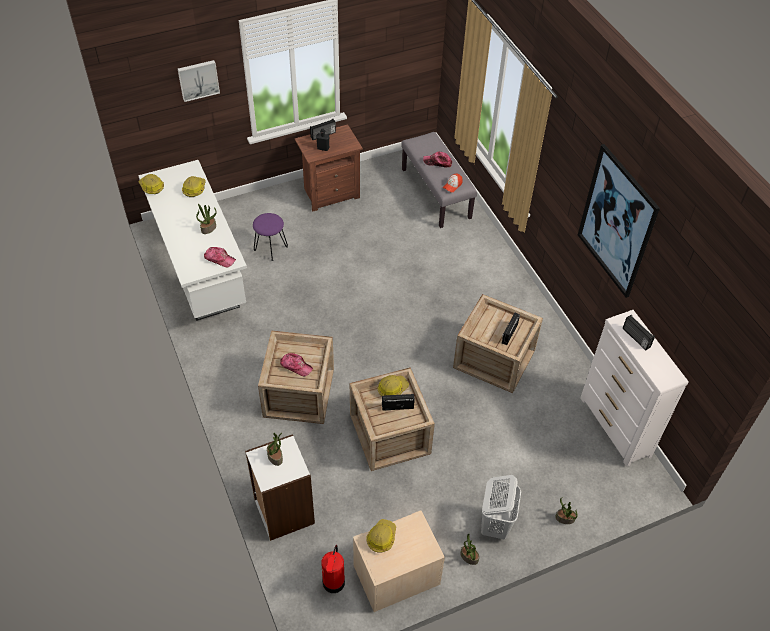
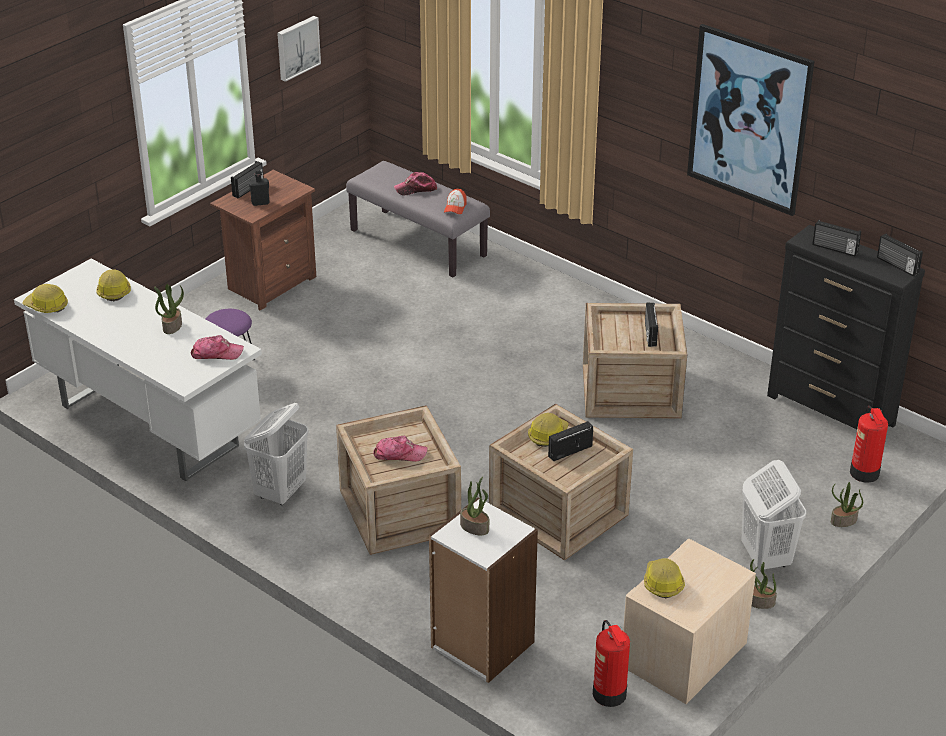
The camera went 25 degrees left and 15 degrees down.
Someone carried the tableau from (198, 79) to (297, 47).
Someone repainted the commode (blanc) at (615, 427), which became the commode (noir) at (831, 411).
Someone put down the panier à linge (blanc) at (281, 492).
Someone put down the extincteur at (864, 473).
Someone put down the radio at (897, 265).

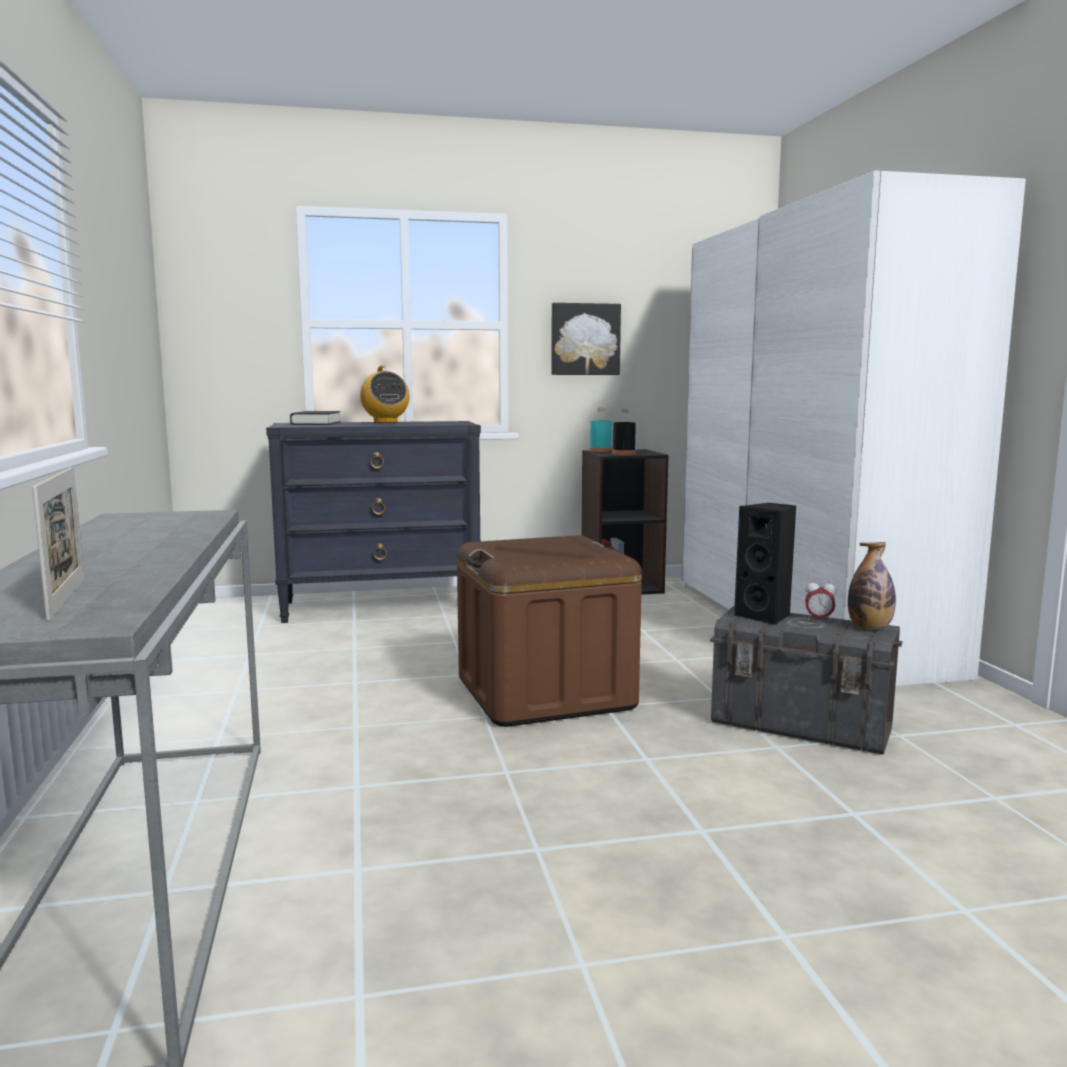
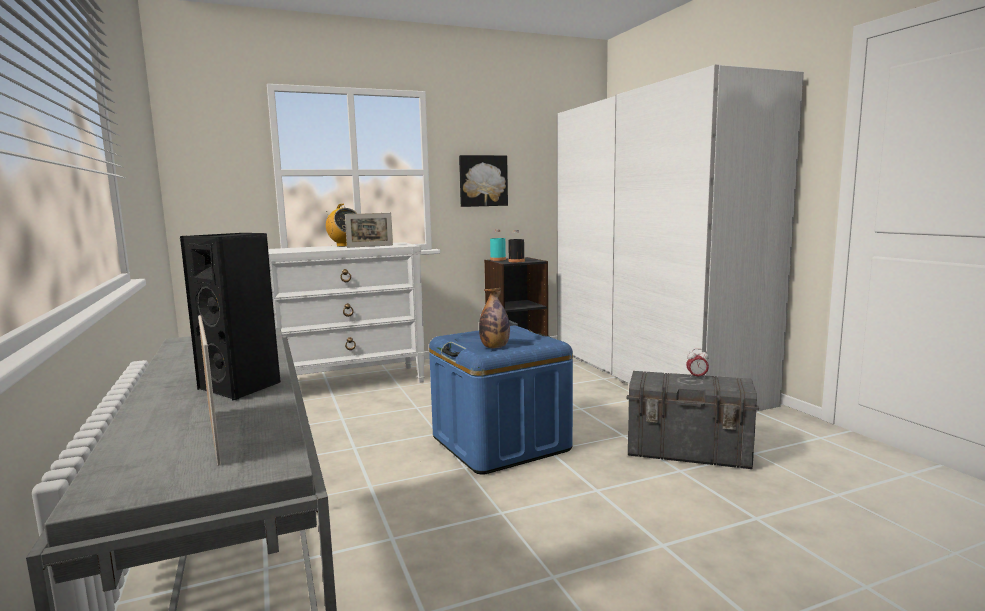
The camera went 10 degrees left and 0 degrees up.
Someone repainted the commode (noir) at (381, 606), which became the commode (blanc) at (349, 383).
Someone took away the livre (noir) at (316, 423).
Someone repainted the boîte de rangement (marron) at (545, 693), which became the boîte de rangement (bleu) at (500, 443).
Someone carried the enceinte (noir) from (765, 616) to (242, 387).
Someone carried the bouteille from (869, 628) to (495, 347).
Someone put down the cadre photo at (370, 246).

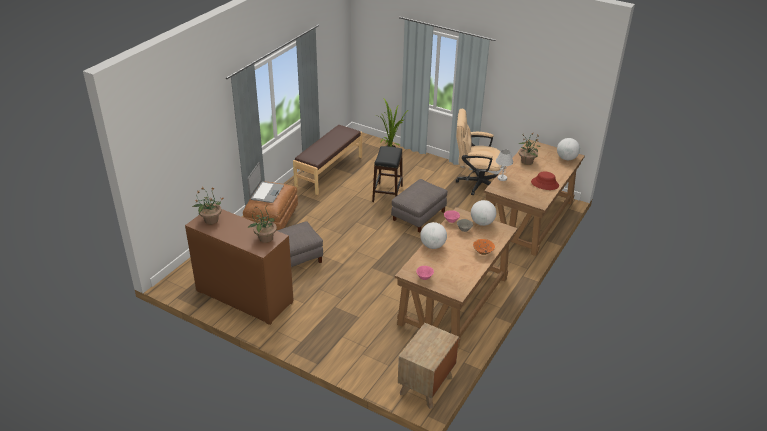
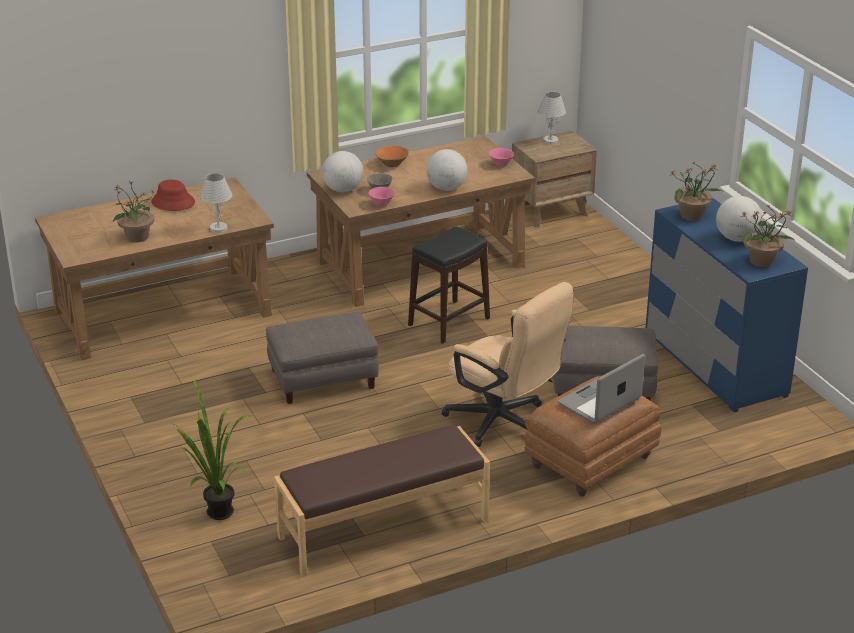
The camera went 145 degrees left and 5 degrees down.
Someone repainted the commode (marron) at (244, 297), which became the commode (bleu) at (715, 364).
Someone carried the tabouret (noir) from (387, 194) to (449, 322).
Someone carried the chaise de bureau (beige) from (475, 183) to (504, 423).
Someone carried the globe from (566, 158) to (736, 238).
Someone put down the lampe de table (blanc) at (550, 141).

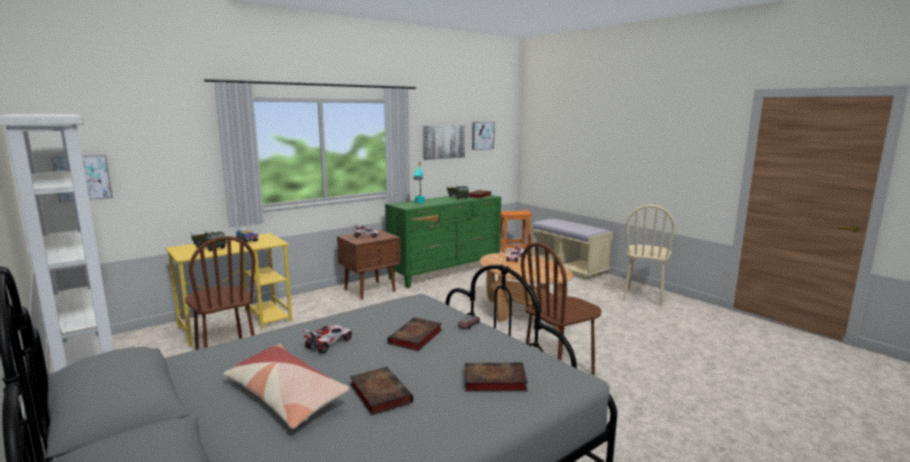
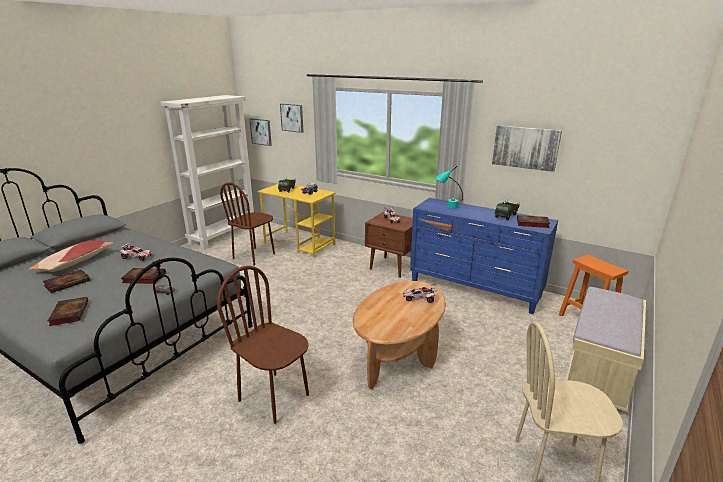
The camera went 70 degrees right and 10 degrees up.
Someone repainted the commode (vert) at (446, 272), which became the commode (bleu) at (474, 289).
Someone carried the tableau from (482, 135) to (292, 117).

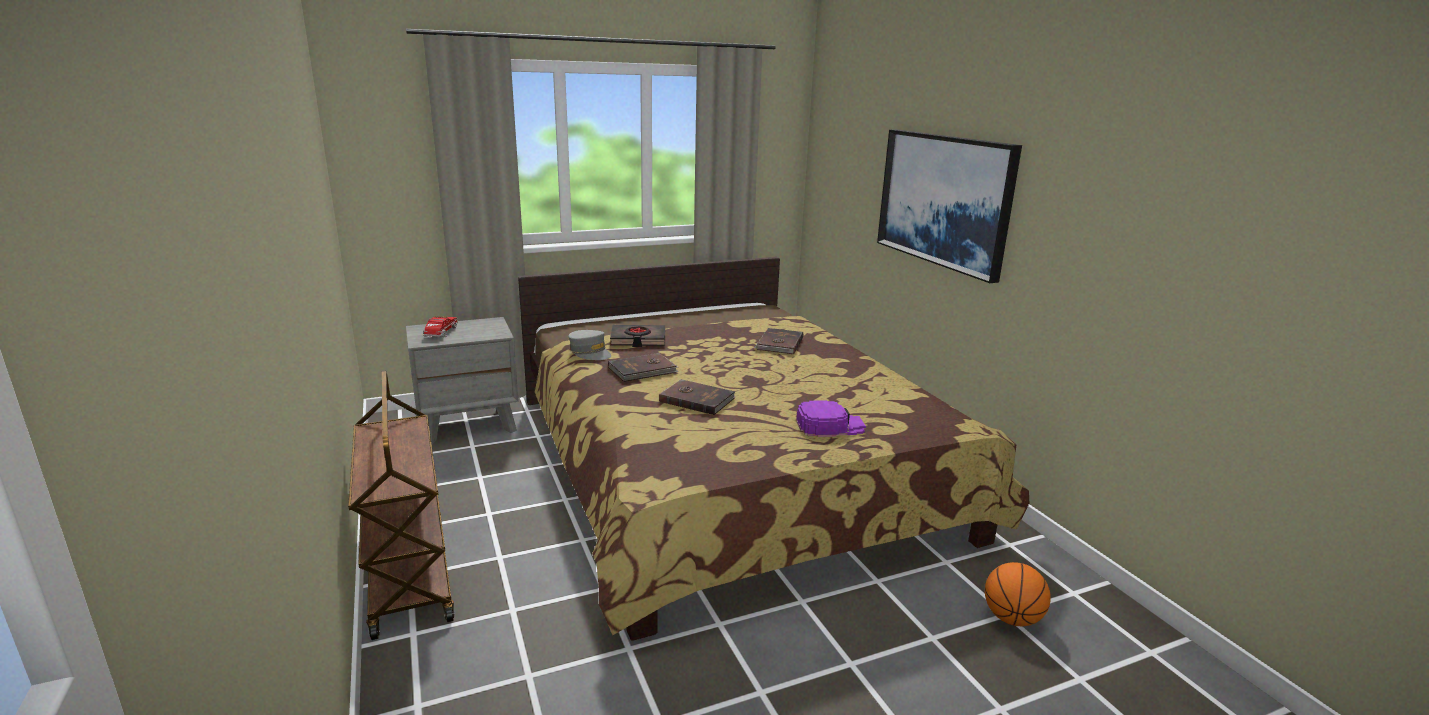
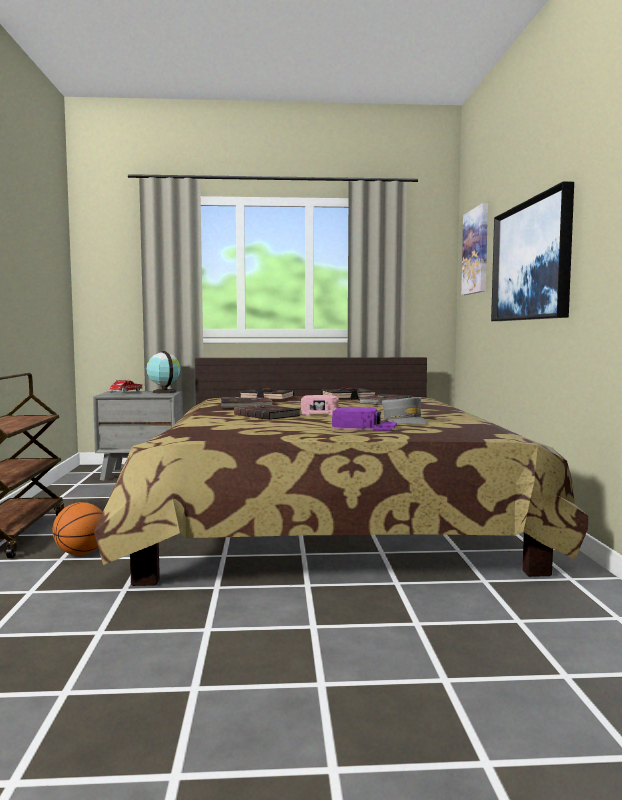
The camera went 20 degrees right and 15 degrees down.
Someone carried the casquette (gris) from (590, 352) to (404, 420).
Someone carried the ballon de basket from (1011, 618) to (81, 553).
Someone put down the globe at (163, 392).
Someone put down the casquette (rose) at (320, 412).
Someone put down the livre (noir) at (348, 398).
Someone put up the tableau at (476, 251).

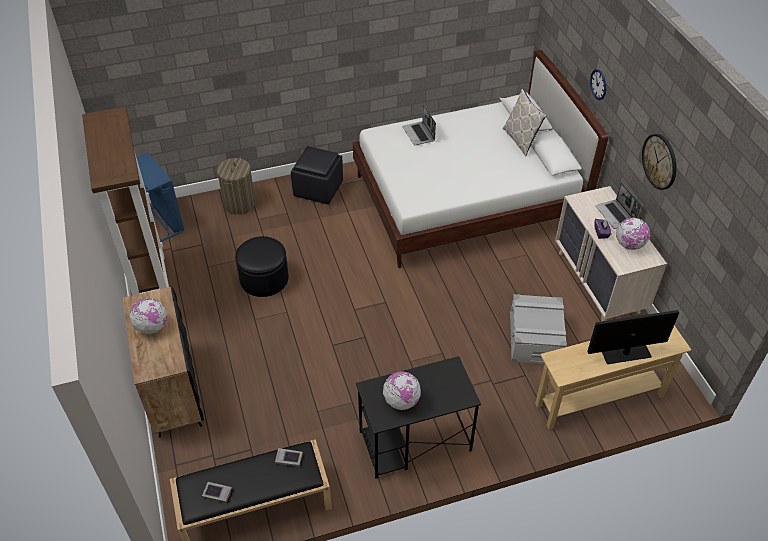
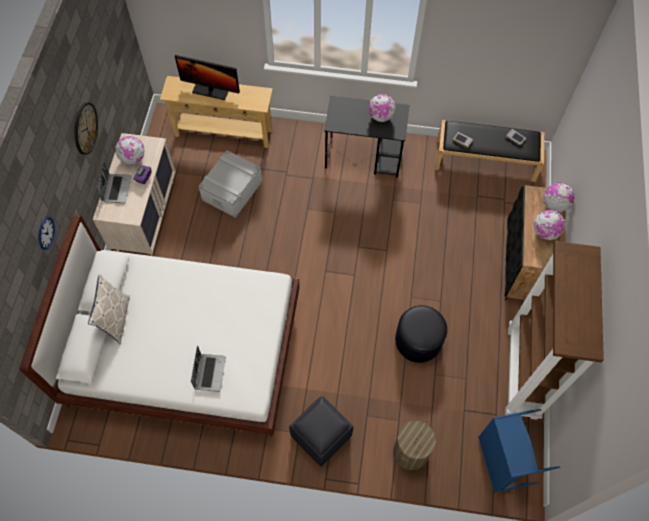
The camera went 155 degrees left and 15 degrees up.
Someone put down the globe at (554, 205).

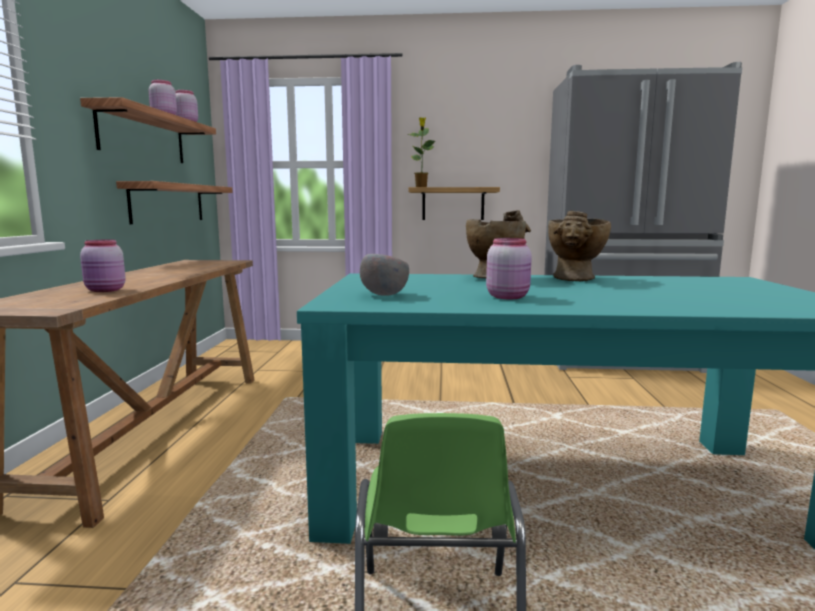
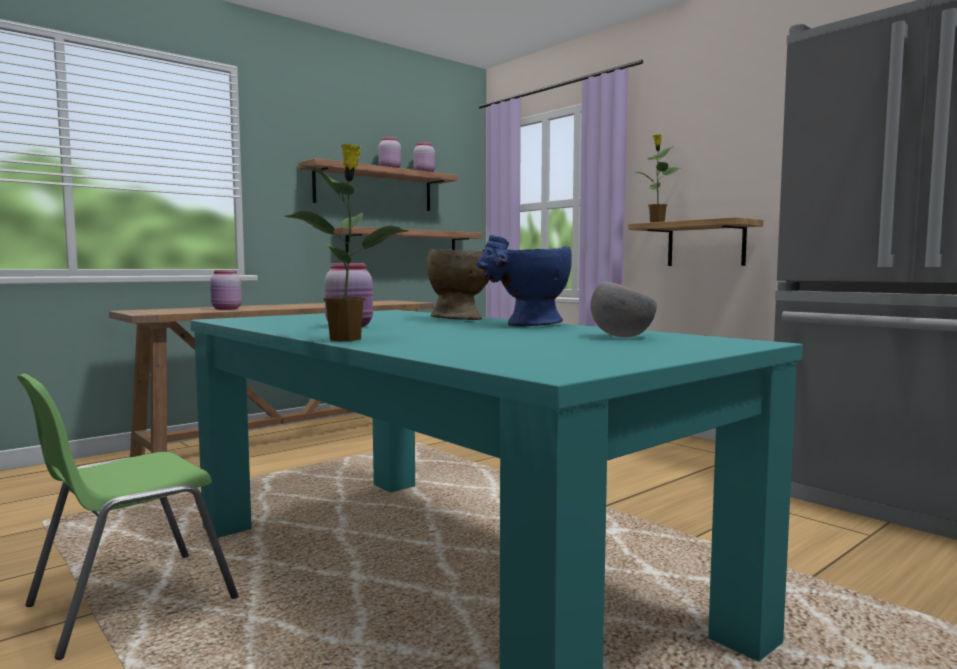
The camera went 45 degrees right and 5 degrees down.
Someone carried the bol (gris) from (383, 295) to (621, 337).
Someone repainted the vase (beige) at (575, 279), which became the vase (bleu) at (526, 325).
Someone put down the plante en pot at (347, 339).

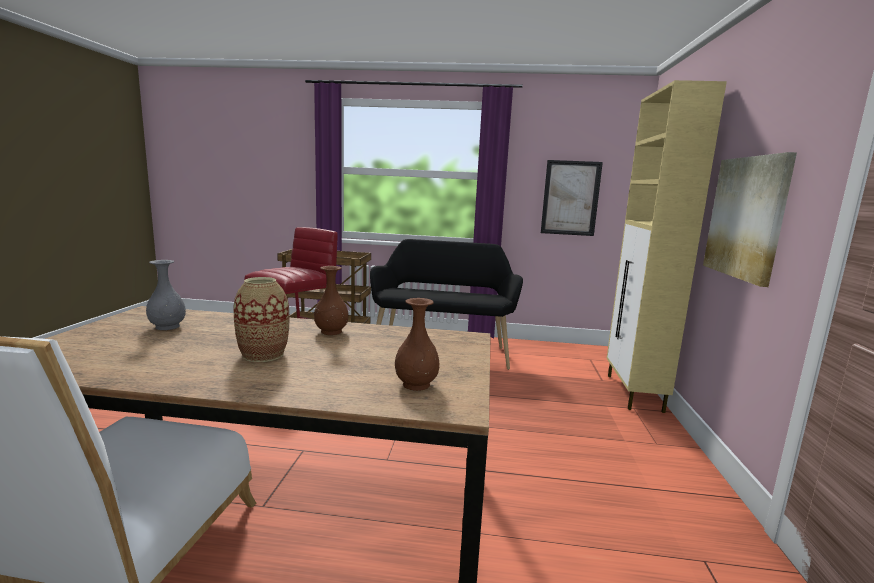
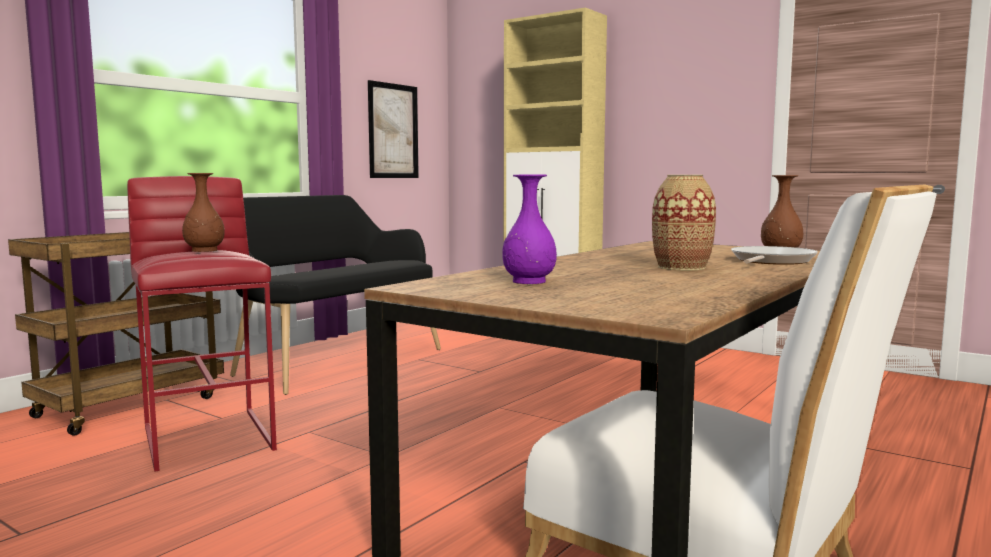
The camera went 60 degrees left and 5 degrees down.
Someone repainted the vase (gris) at (168, 327), which became the vase (violet) at (529, 281).
Someone carried the vase (marron) from (331, 331) to (204, 250).
Someone took away the tableau at (746, 217).
Someone put down the poêle at (770, 261).

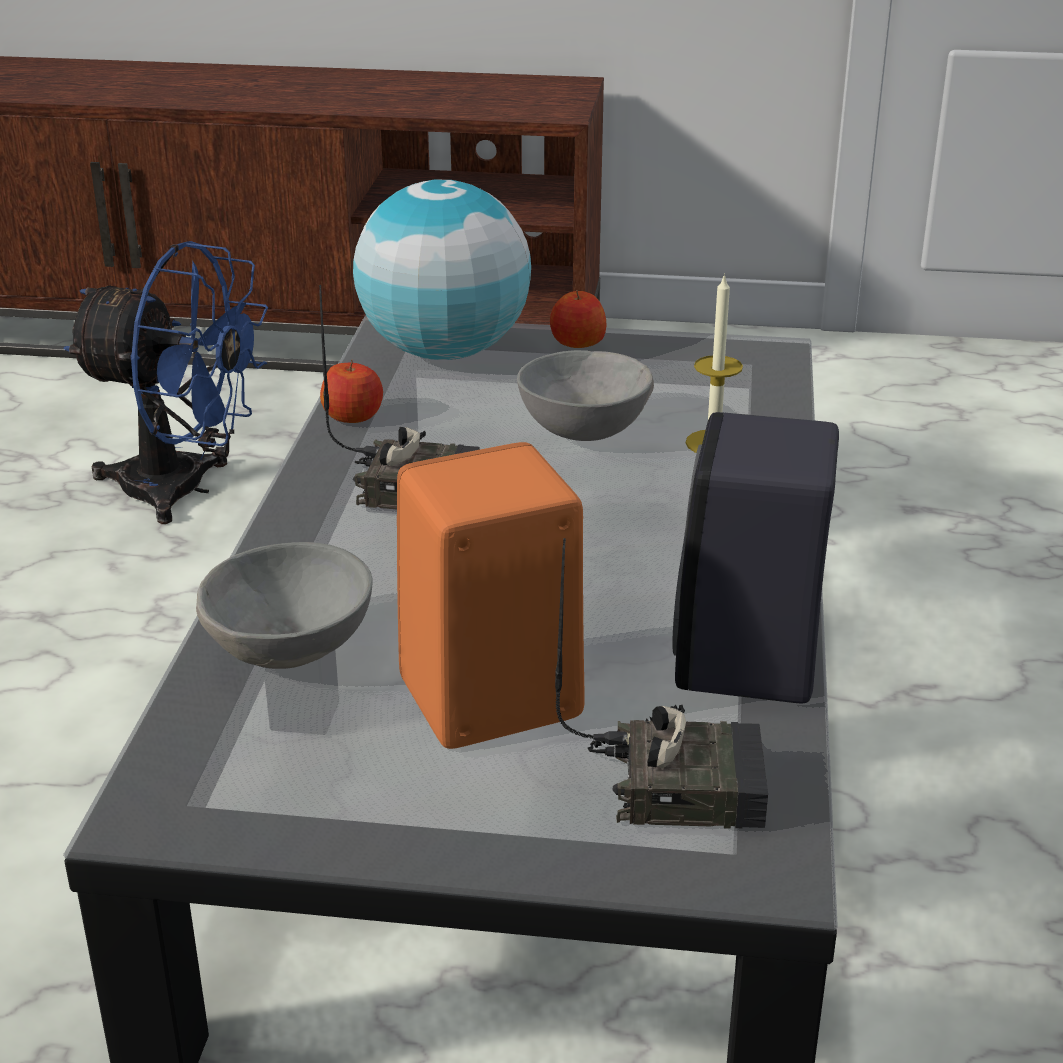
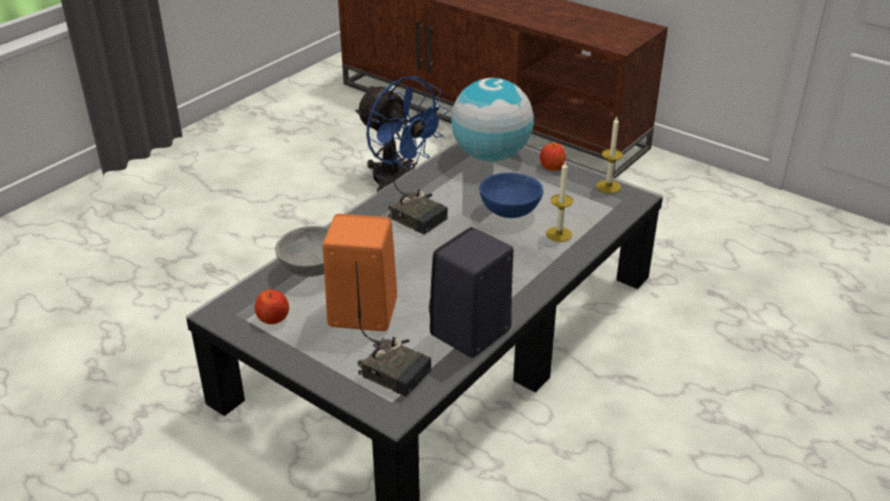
The camera went 30 degrees right and 5 degrees up.
Someone carried the pomme from (353, 416) to (273, 318).
Someone repainted the bol (gris) at (582, 431), which became the bol (bleu) at (509, 211).
Someone put down the bougie at (608, 186).

